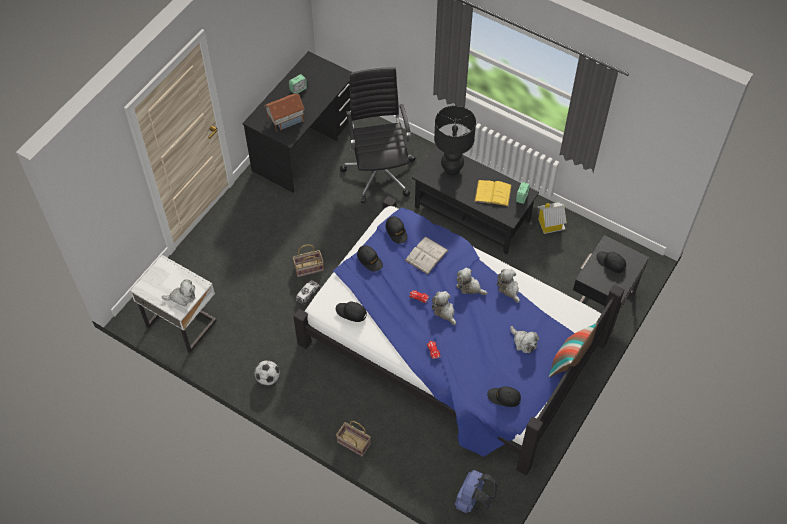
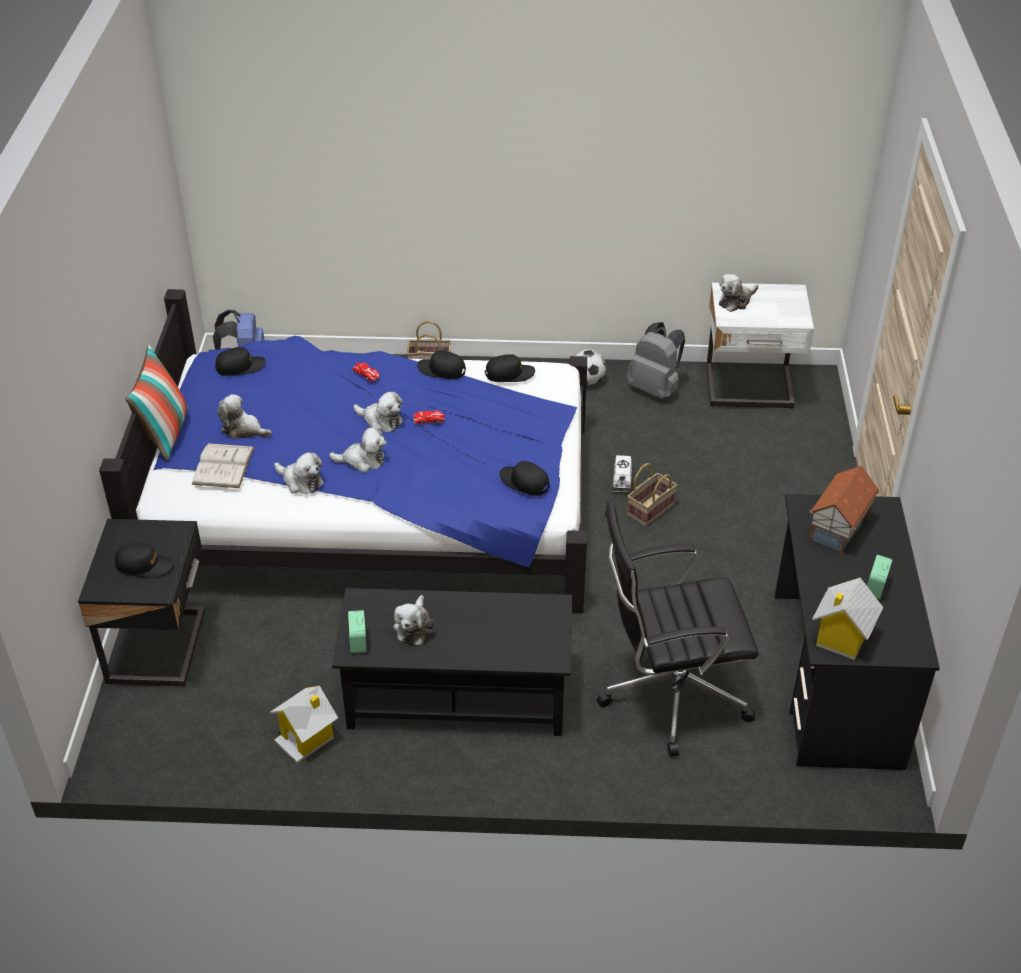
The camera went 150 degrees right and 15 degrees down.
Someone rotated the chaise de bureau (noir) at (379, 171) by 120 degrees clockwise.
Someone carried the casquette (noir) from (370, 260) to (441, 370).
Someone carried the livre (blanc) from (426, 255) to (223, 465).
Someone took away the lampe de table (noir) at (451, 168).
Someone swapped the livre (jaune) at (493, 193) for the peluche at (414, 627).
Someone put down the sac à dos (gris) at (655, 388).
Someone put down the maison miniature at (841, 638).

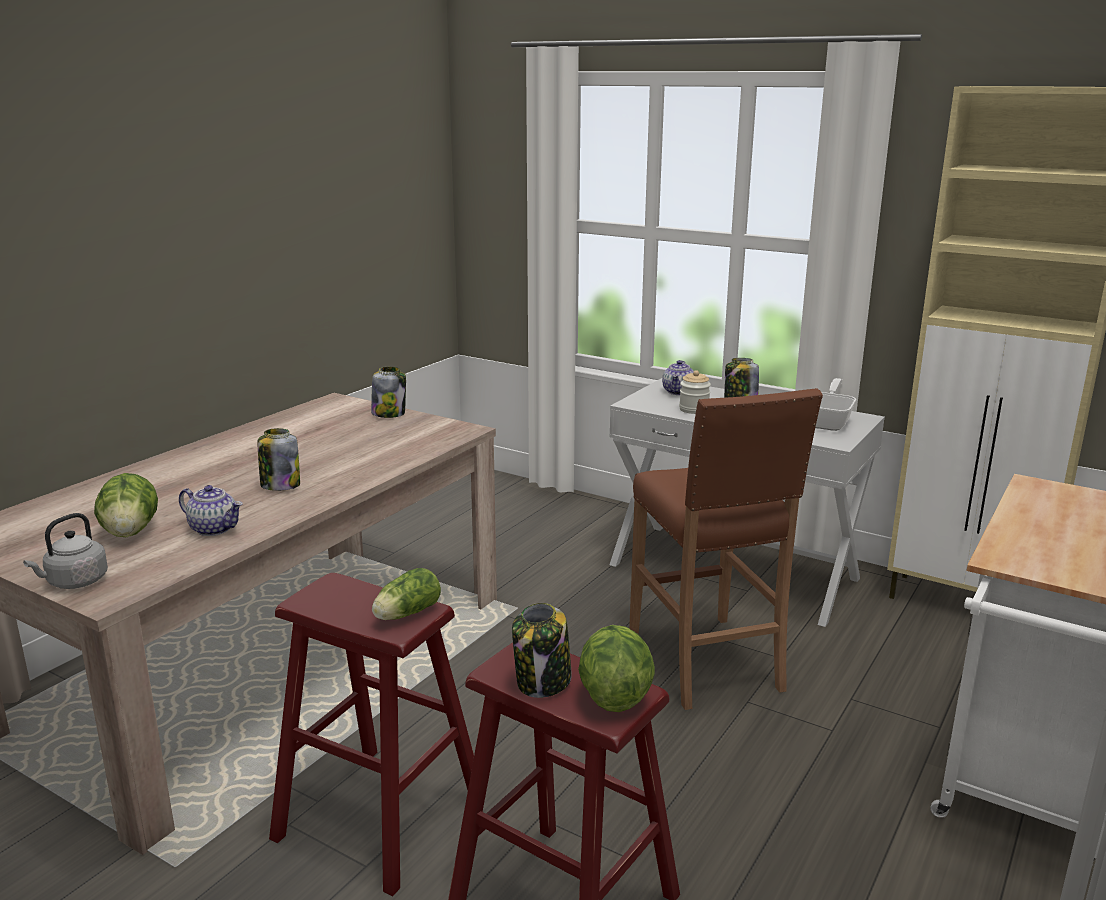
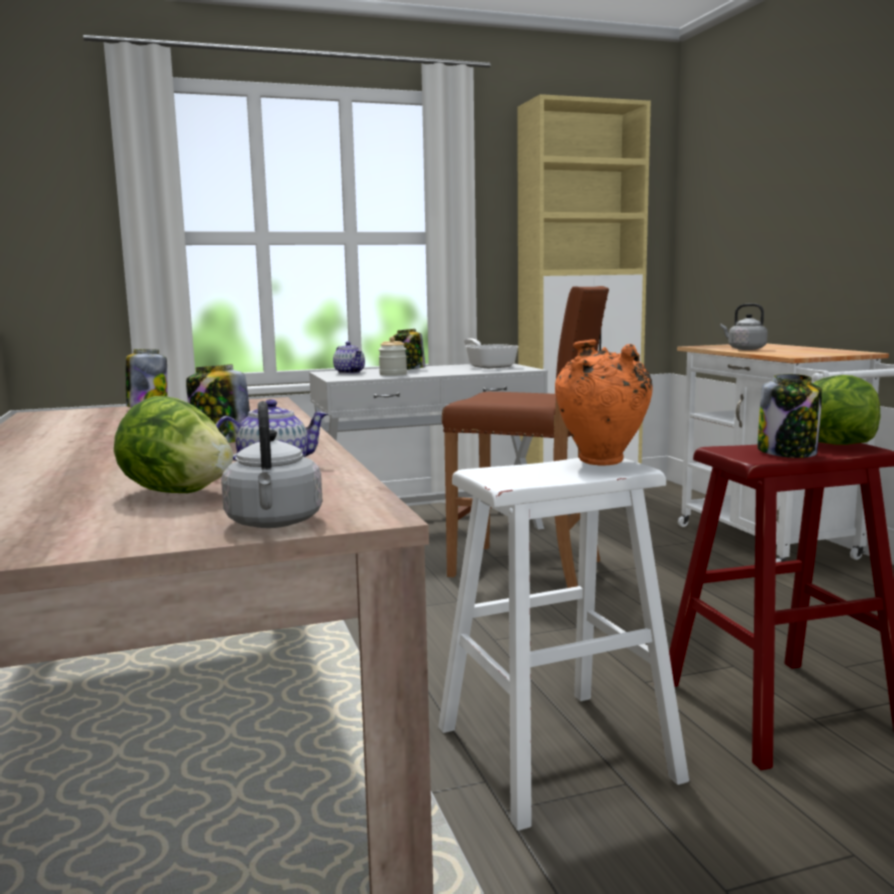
The camera went 50 degrees left and 10 degrees down.
Someone repainted the tabouret (rouge) at (379, 816), which became the tabouret (blanc) at (555, 753).
Someone swapped the laitue at (405, 614) for the vase (orange) at (602, 463).
Someone put down the bouilloire (gris) at (744, 349).

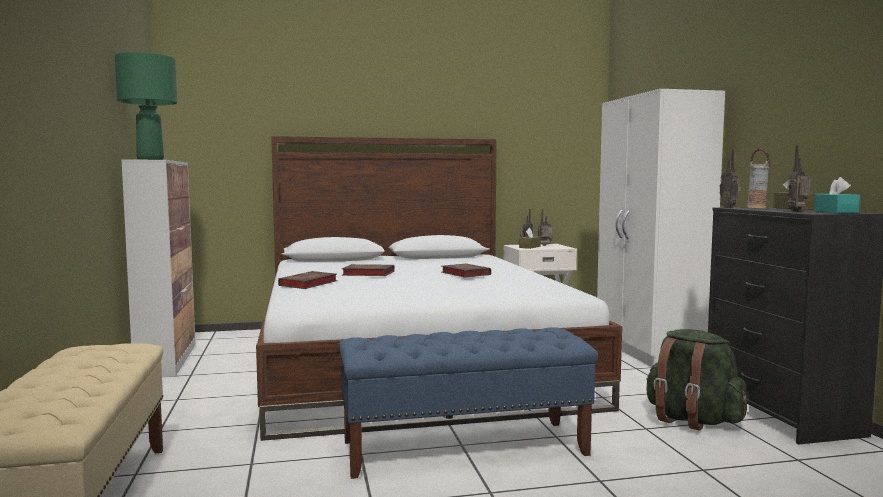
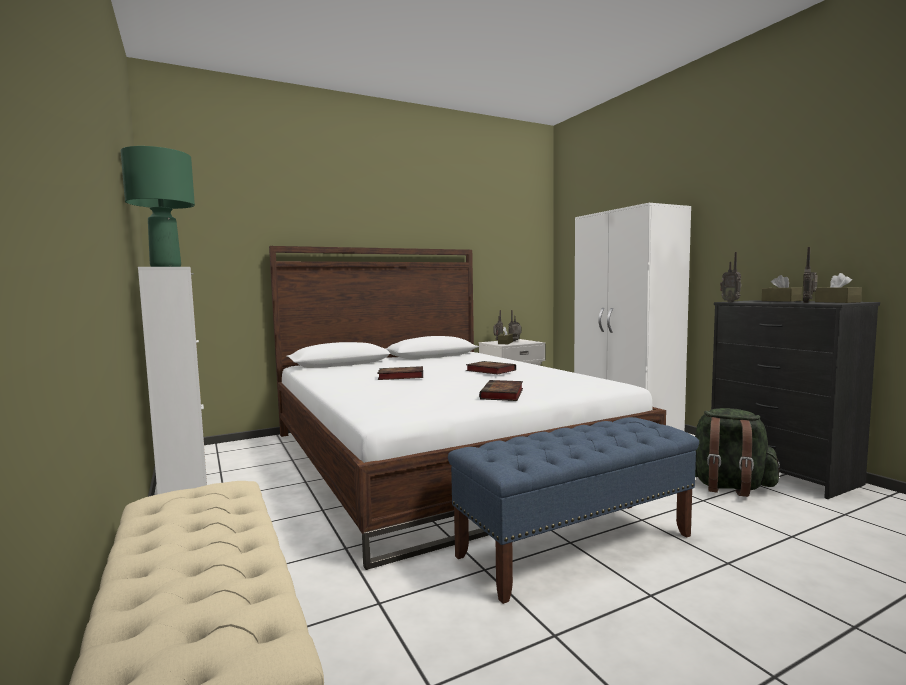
The camera went 15 degrees left and 0 degrees up.
Someone carried the livre from (308, 284) to (502, 394).
Someone took away the vase at (757, 208).
Someone repainted the boîte à mouchoirs (turquoise) at (835, 212), which became the boîte à mouchoirs (marron) at (837, 302).

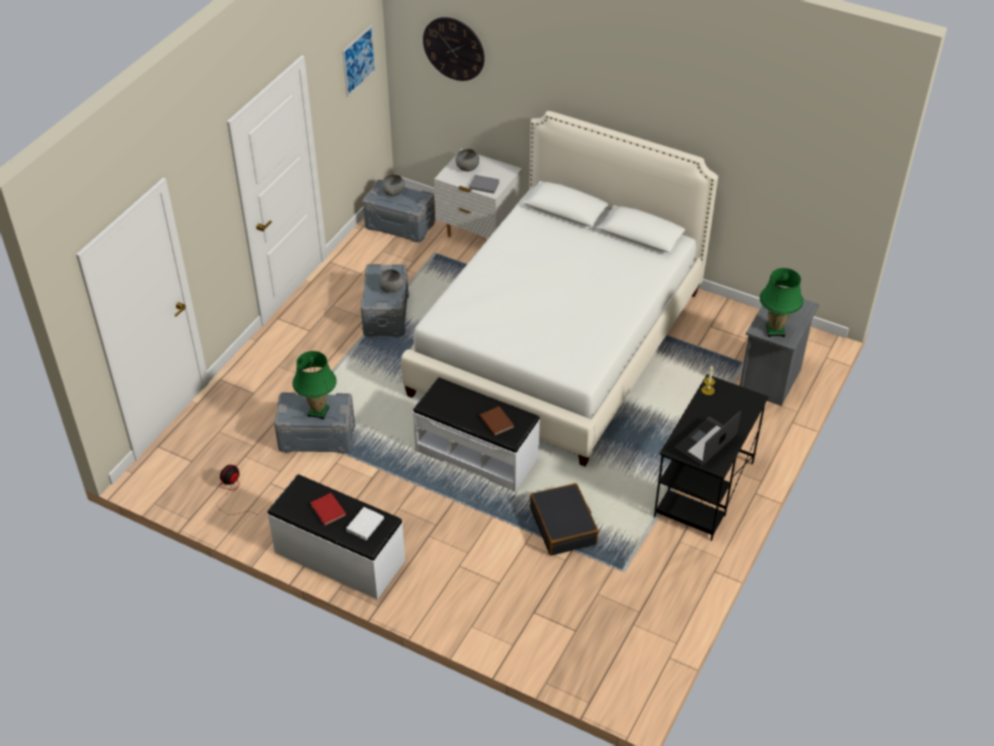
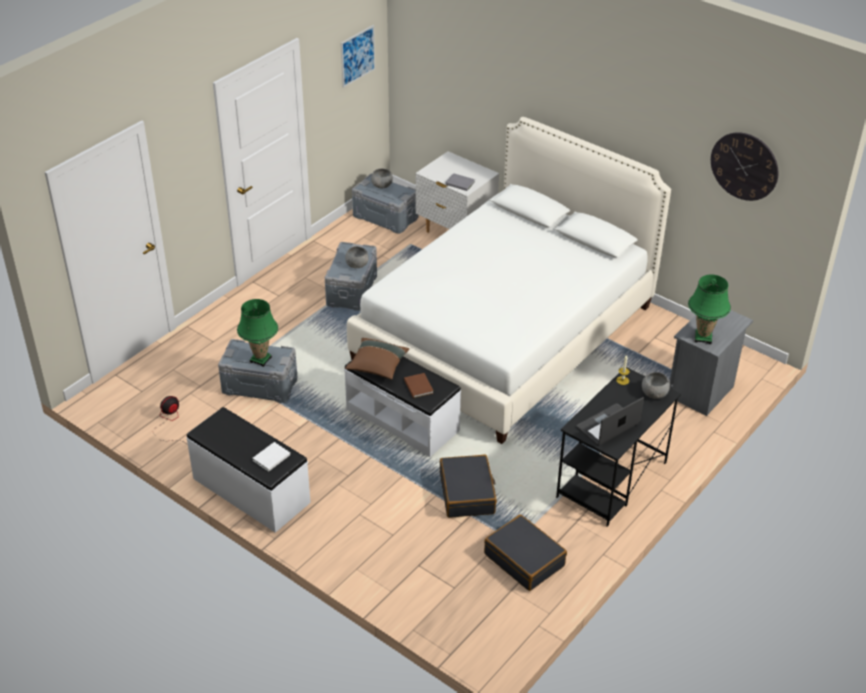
The camera went 10 degrees right and 5 degrees down.
Someone took away the livre (rouge) at (328, 511).
Someone carried the horloge murale from (454, 48) to (744, 166).
Someone carried the bol (gris) from (467, 167) to (654, 393).
Someone put down the coussin (marron) at (377, 366).
Someone put down the valise (noir) at (524, 559).

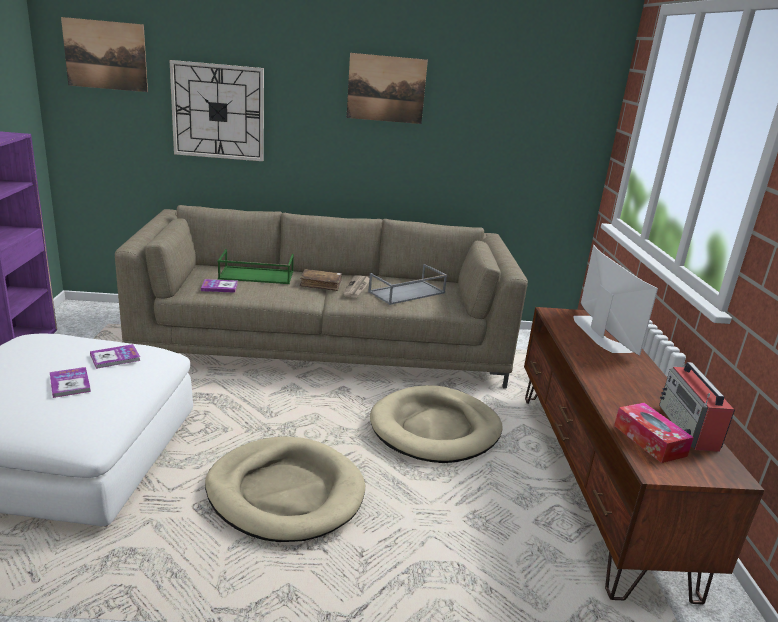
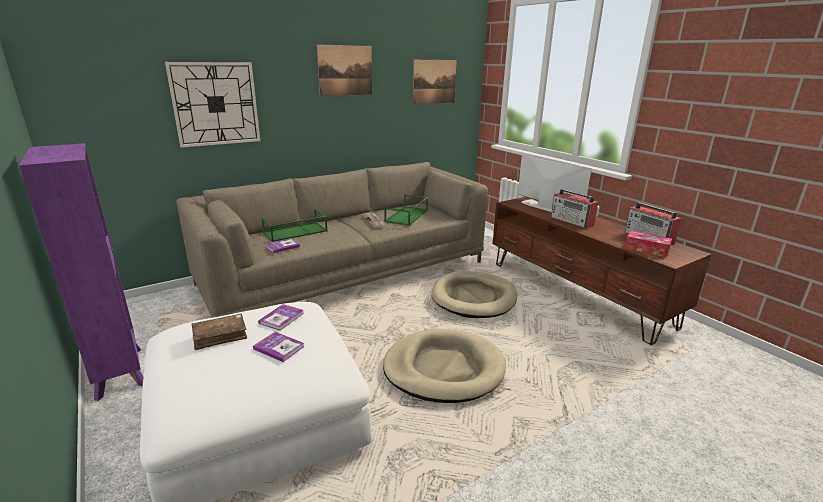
The camera went 30 degrees left and 0 degrees up.
Someone carried the tableau from (105, 55) to (434, 82).
Someone carried the livre (marron) from (321, 284) to (220, 336).
Someone repainted the plateau (gris) at (406, 293), which became the plateau (vert) at (407, 216).
Someone put down the radio at (572, 221).

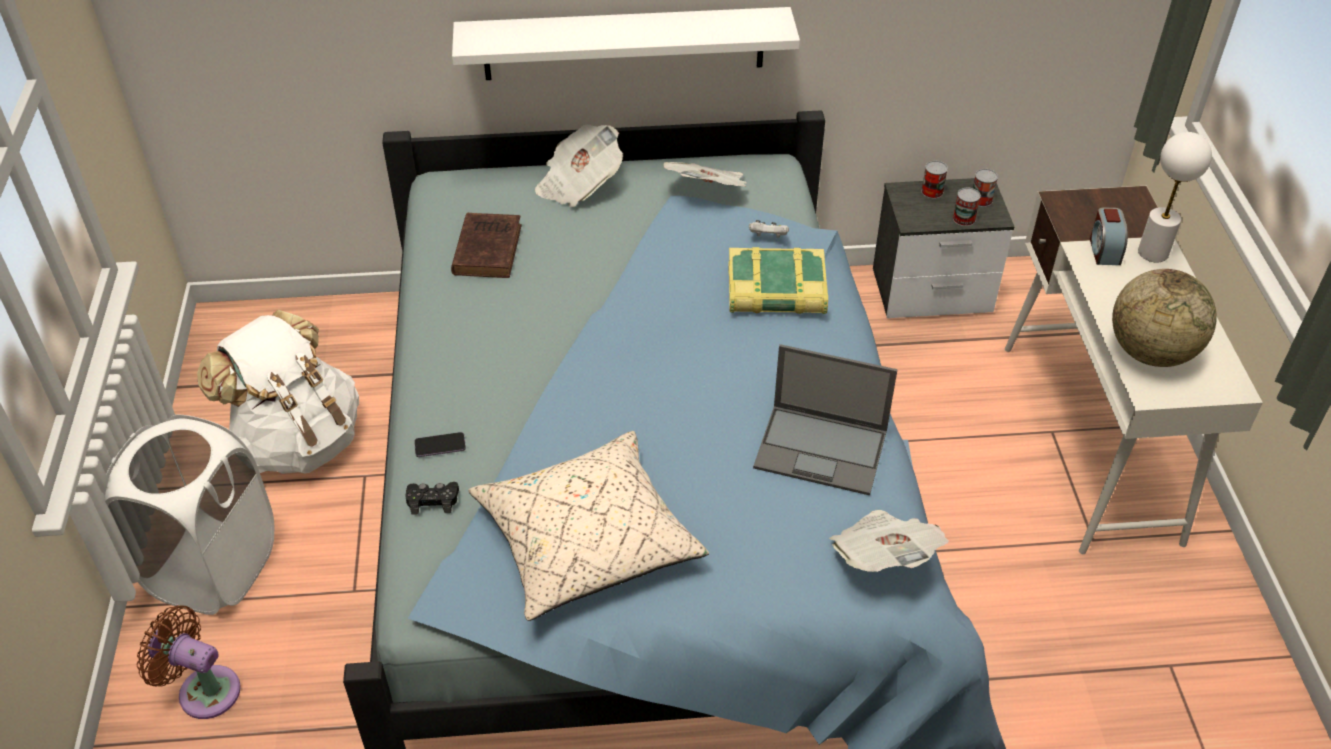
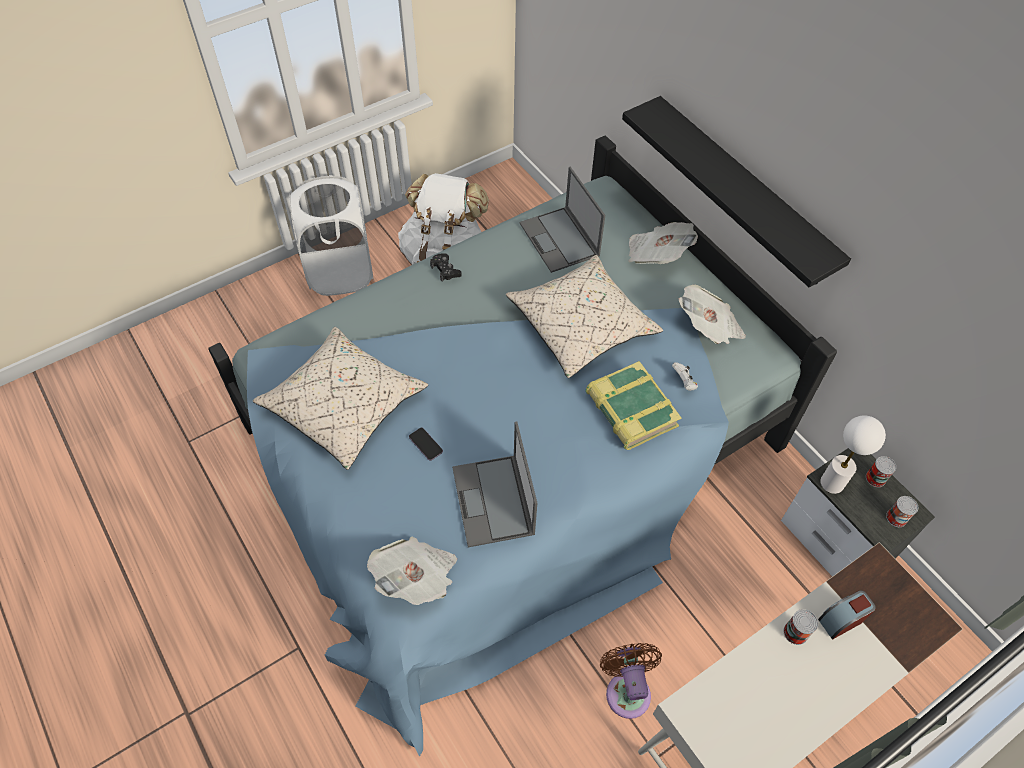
The camera went 60 degrees right and 10 degrees up.
Someone carried the ventilateur (marron) from (203, 690) to (627, 689).
Someone carried the manette (noir) from (433, 500) to (445, 270).
Someone carried the téléphone from (440, 446) to (425, 444).
Someone swapped the livre (marron) at (488, 248) for the ordinateur portable at (560, 240).
Someone repainted the étagère (blanc) at (624, 43), which became the étagère (noir) at (742, 191).
Someone carried the boîte métallique from (964, 219) to (795, 632).
Someone took away the globe at (1150, 352).
Someone carried the lampe de table (blanc) from (1153, 252) to (832, 483).
Someone put down the coussin (beige) at (581, 325).

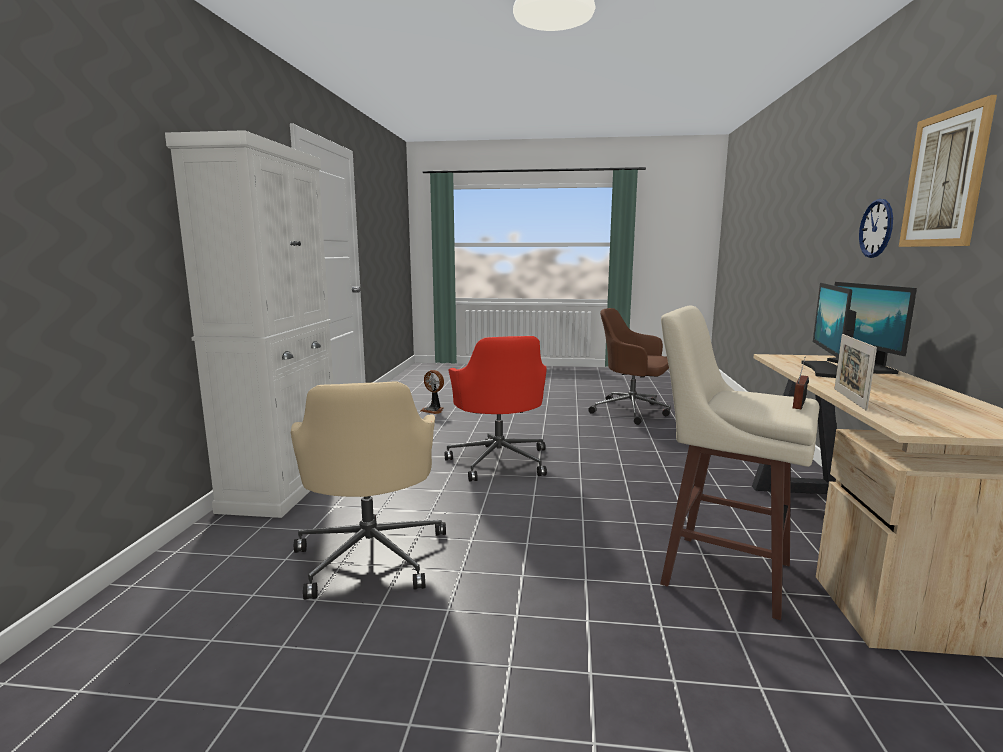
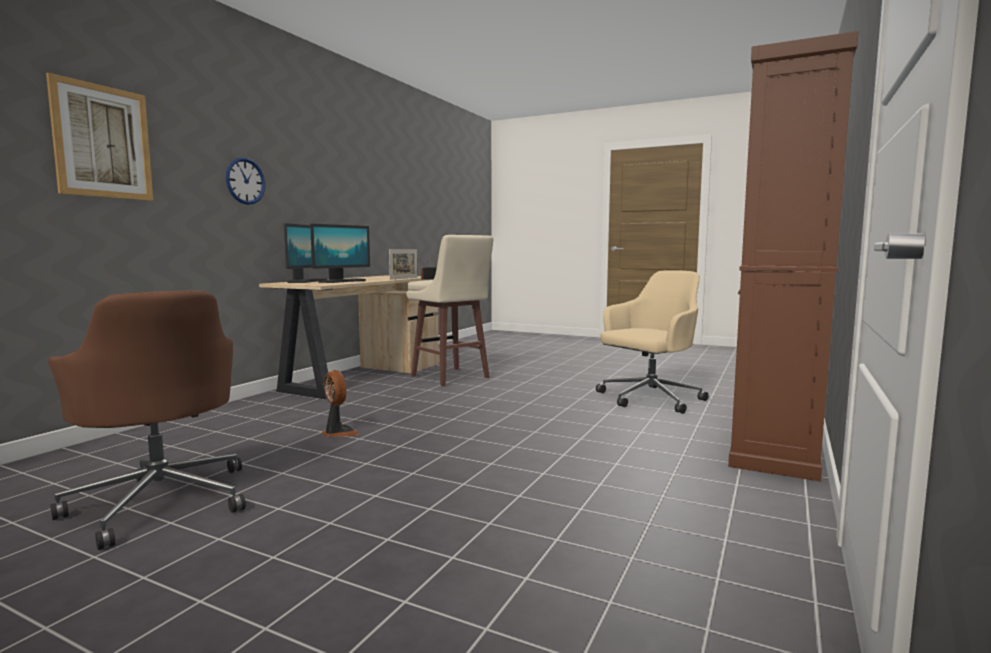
The camera went 160 degrees left and 5 degrees down.
Someone repainted the meuble de rangement (blanc) at (284, 485), which became the meuble de rangement (marron) at (774, 448).
Someone rotated the chaise de bureau (beige) at (371, 555) by 45 degrees clockwise.
Someone carried the ventilateur from (434, 410) to (338, 433).
Someone took away the chaise de bureau (rouge) at (499, 461).
Someone carried the tableau from (944, 179) to (102, 142).

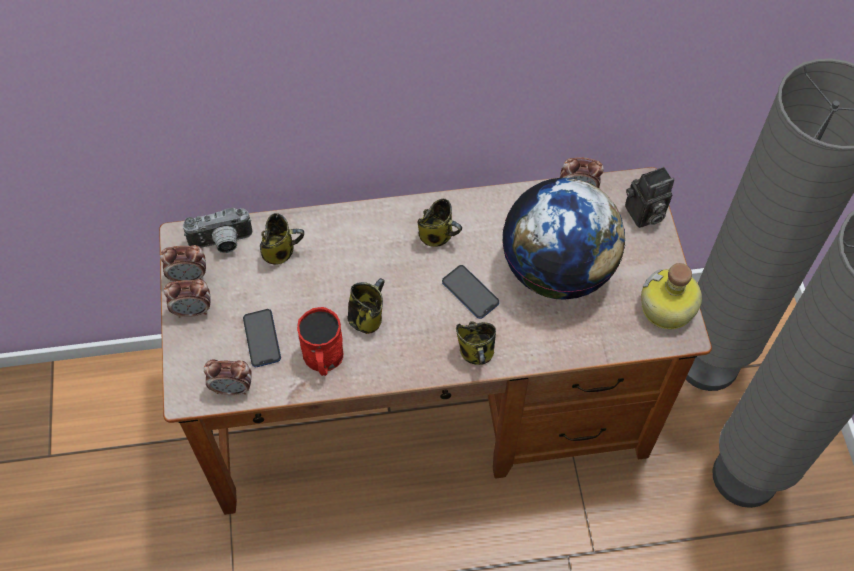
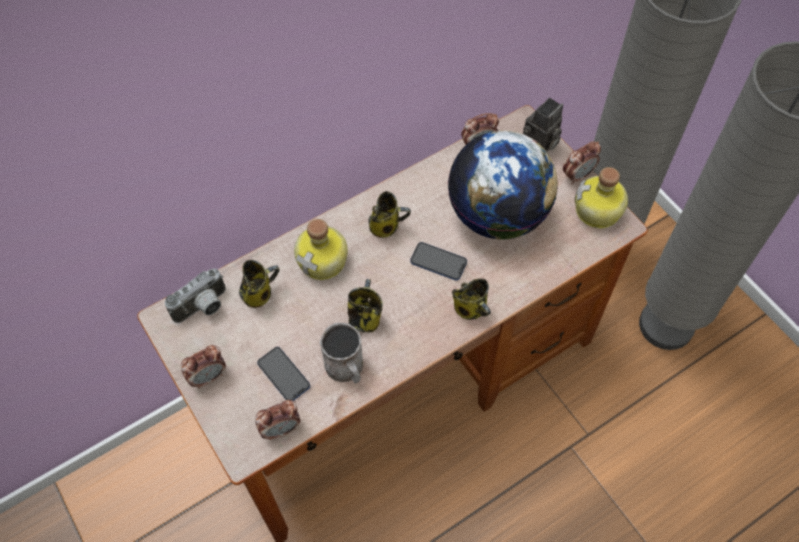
The camera went 25 degrees left and 0 degrees up.
Someone carried the réveil from (189, 277) to (577, 176).
Someone repainted the mug (rouge) at (323, 359), which became the mug (gris) at (346, 369).
Someone put down the bouteille at (324, 261).

